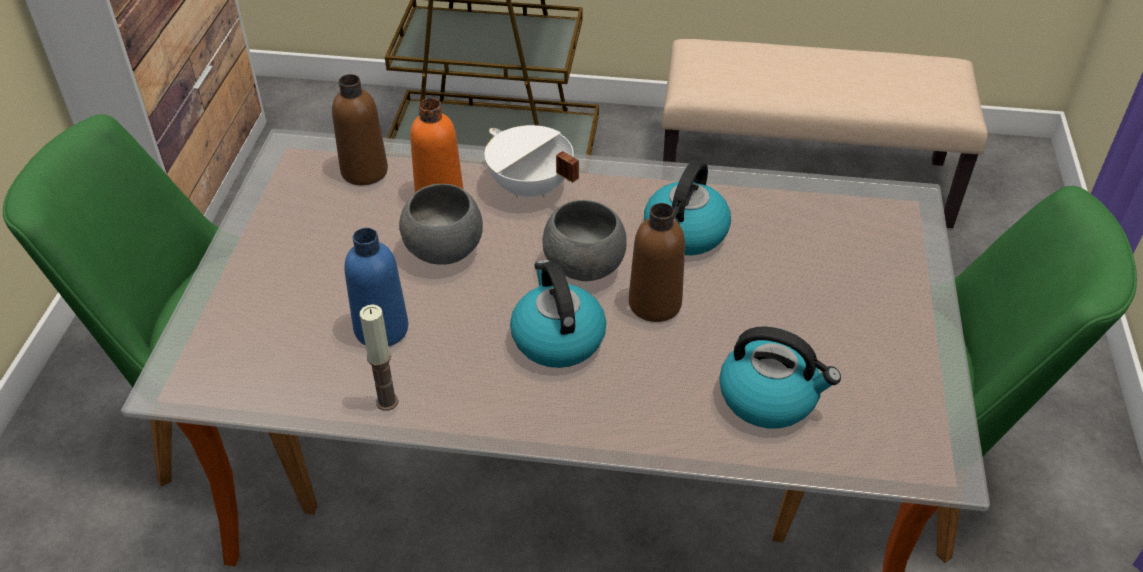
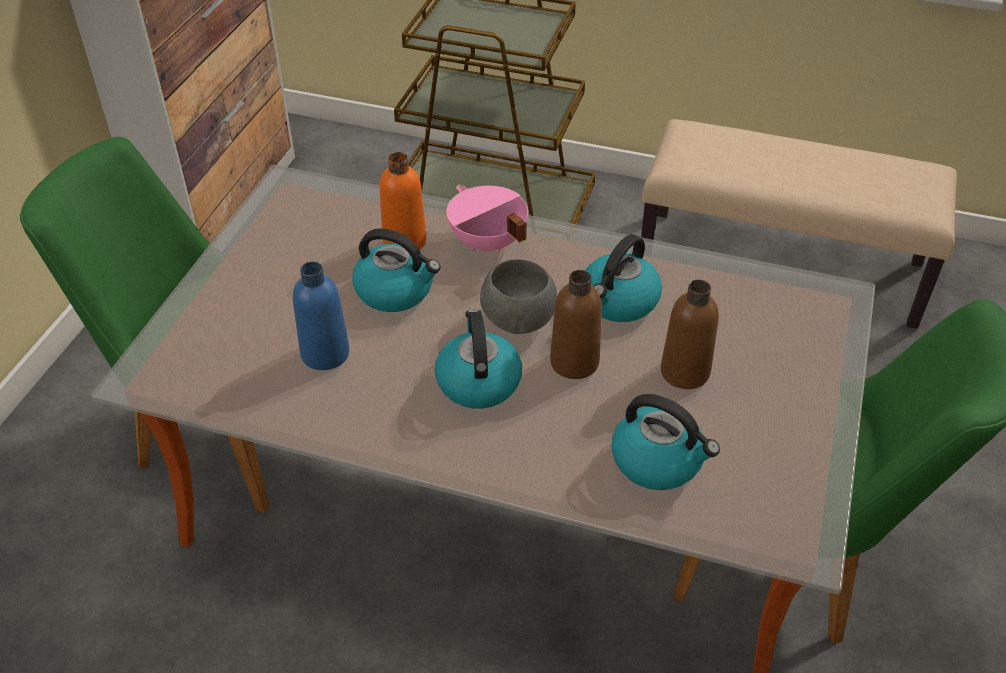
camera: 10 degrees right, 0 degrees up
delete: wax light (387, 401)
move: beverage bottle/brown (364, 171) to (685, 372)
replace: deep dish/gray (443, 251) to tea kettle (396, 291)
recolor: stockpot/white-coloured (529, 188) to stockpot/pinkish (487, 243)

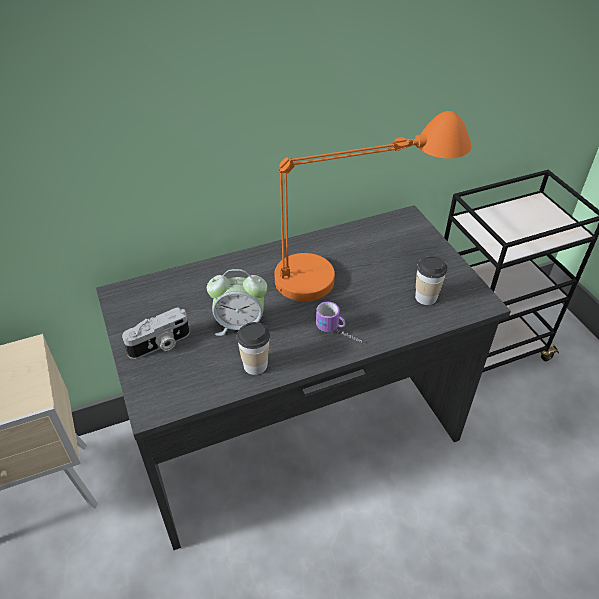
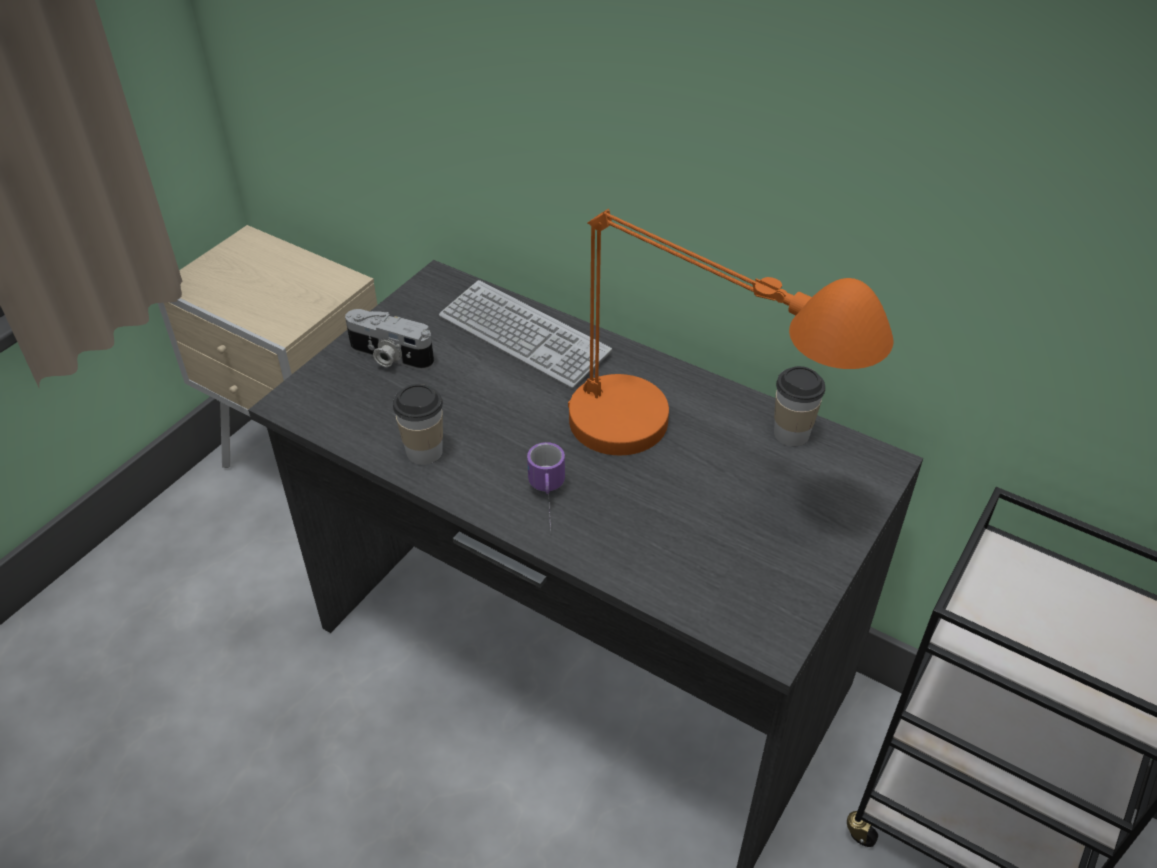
camera: 55 degrees right, 0 degrees up
delete: alarm clock (240, 325)
insert: keyboard (523, 336)
move: drinking cup (426, 297) to (791, 433)

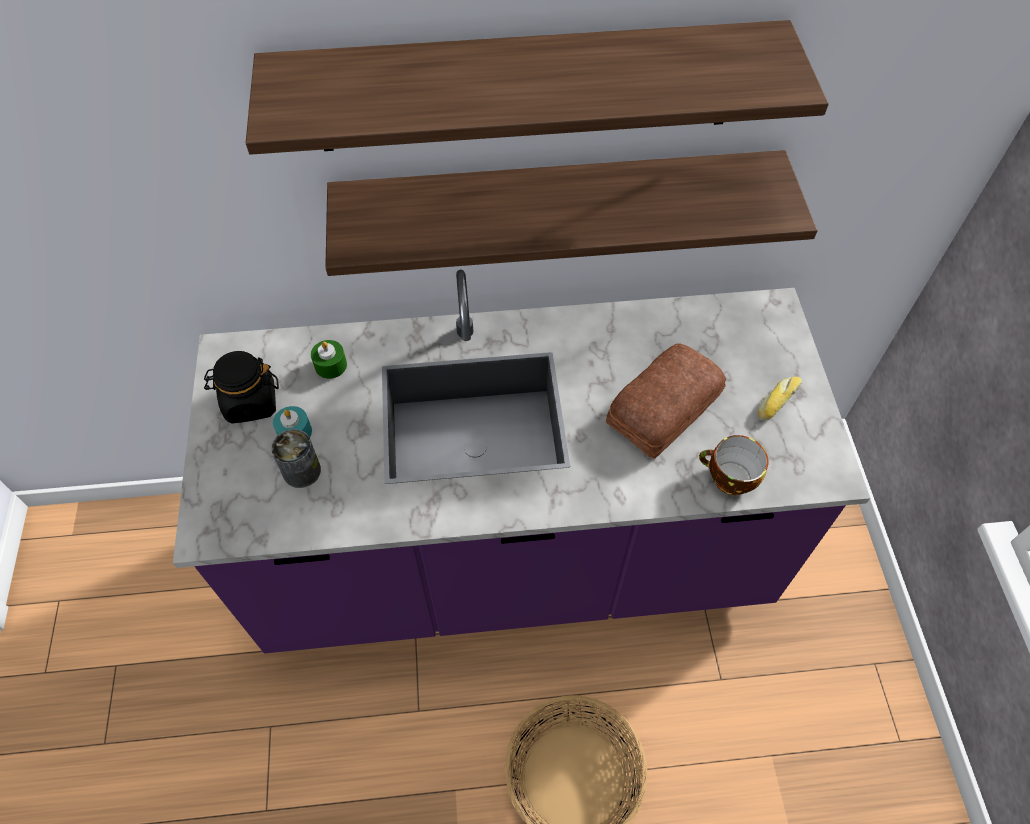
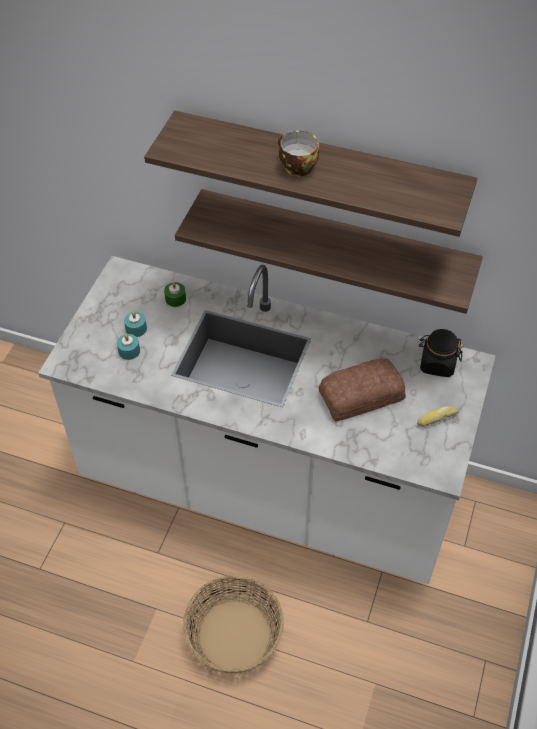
camera: 25 degrees right, 5 degrees down
move: jar/blackish (250, 402) to (437, 364); drinking cup (728, 479) to (295, 167)
replace: metal can (302, 471) to wax light/blue-green (129, 351)
recolor: counter/purplish (515, 557) to counter/white-coloured (268, 485)

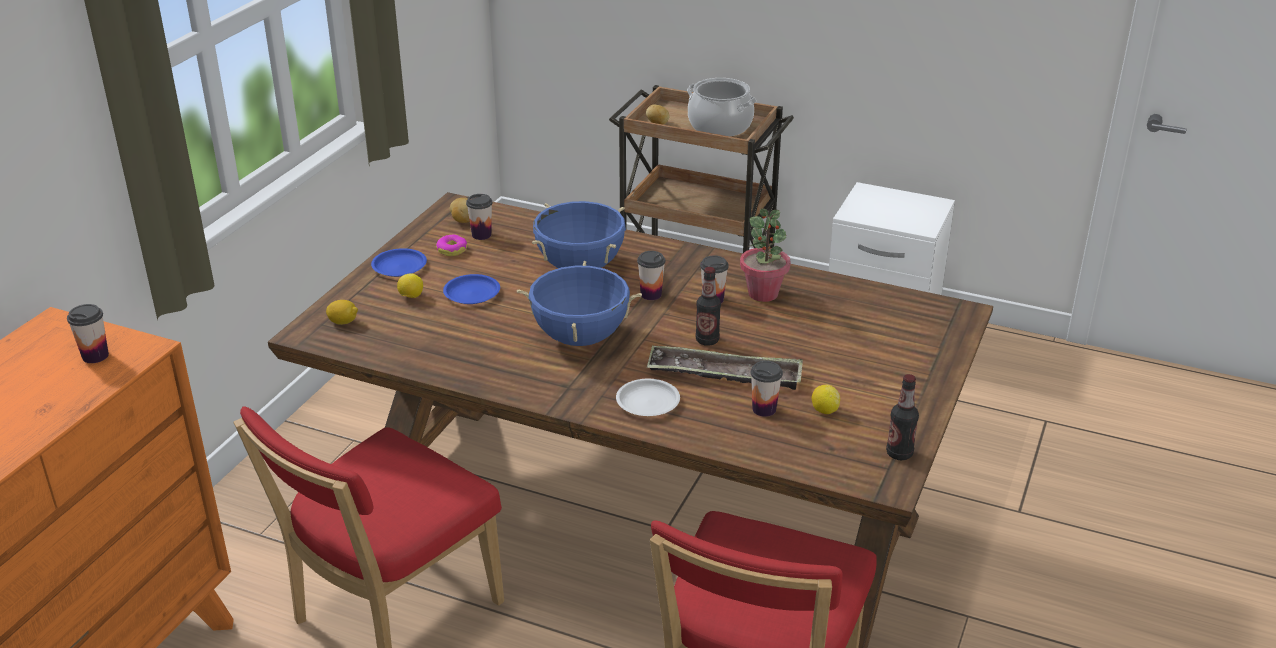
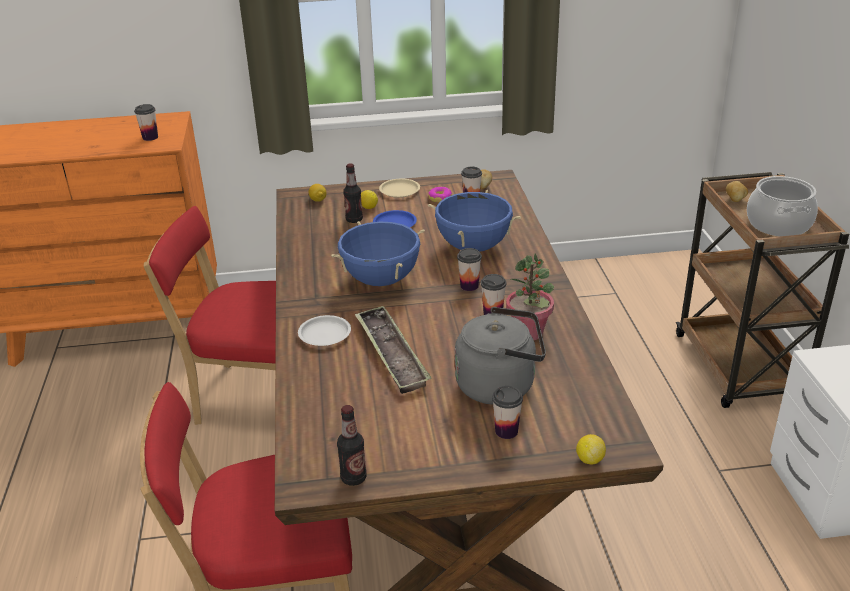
camera: 60 degrees right, 0 degrees up
insert: tea kettle/gray (500, 385)
move: beverage bottle (707, 340) to (354, 220); drinking cup (764, 409) to (506, 431); whole lemon (824, 410) to (589, 459)
recolor: plate/blue (399, 266) to plate/beige-coloured (400, 191)

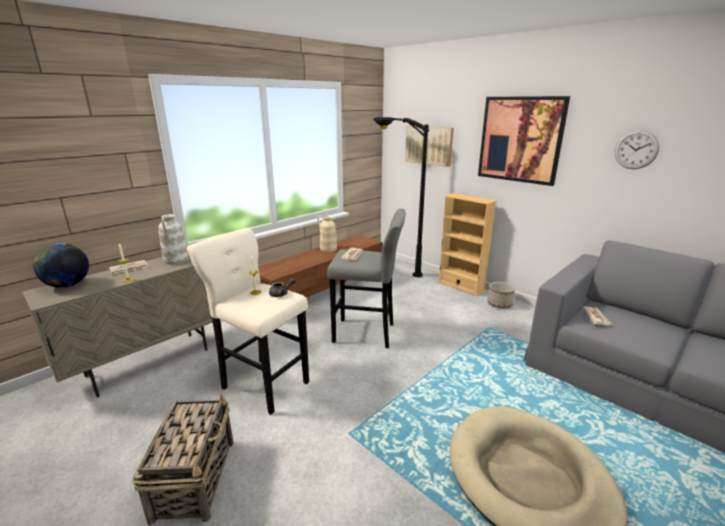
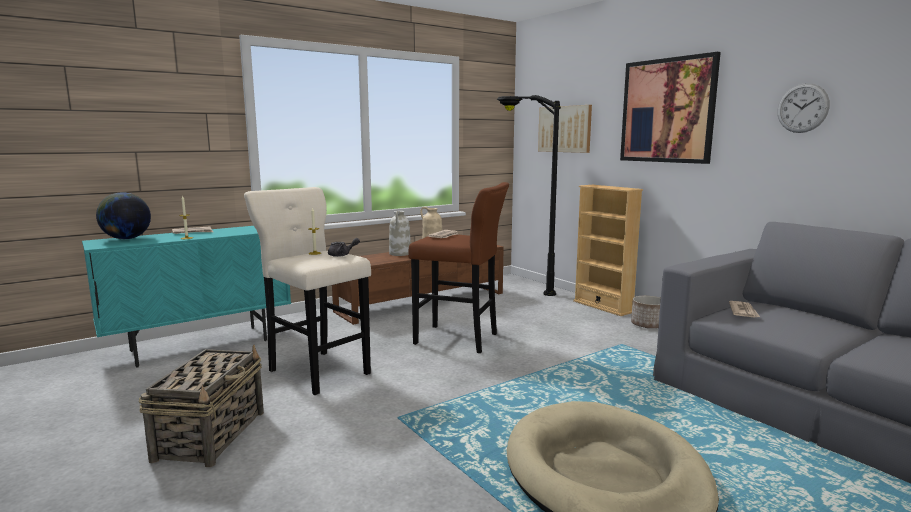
camera: 10 degrees right, 10 degrees down
move: flower vase/white-coloured (176, 260) to (400, 254)
recolor: sitting stool/gray (367, 333) to sitting stool/brown (460, 339); cabinet/beige-coloured (150, 362) to cabinet/blue-green (201, 345)

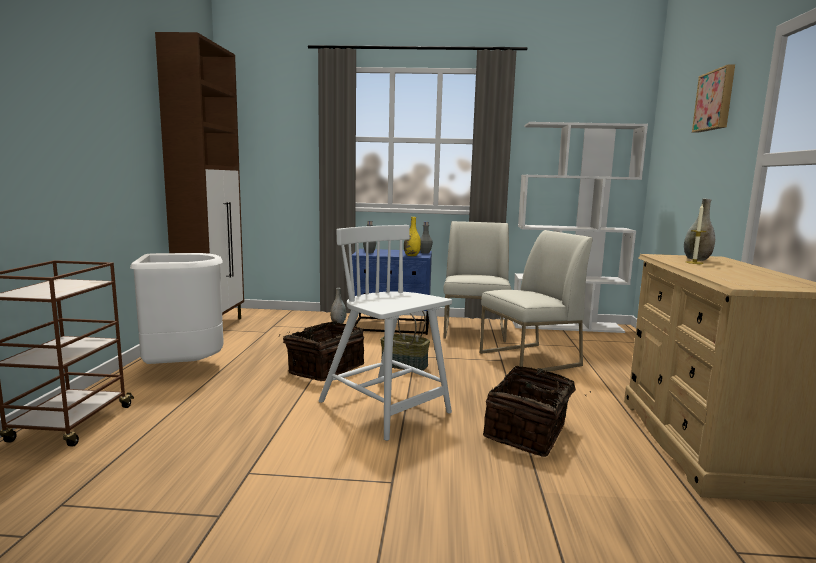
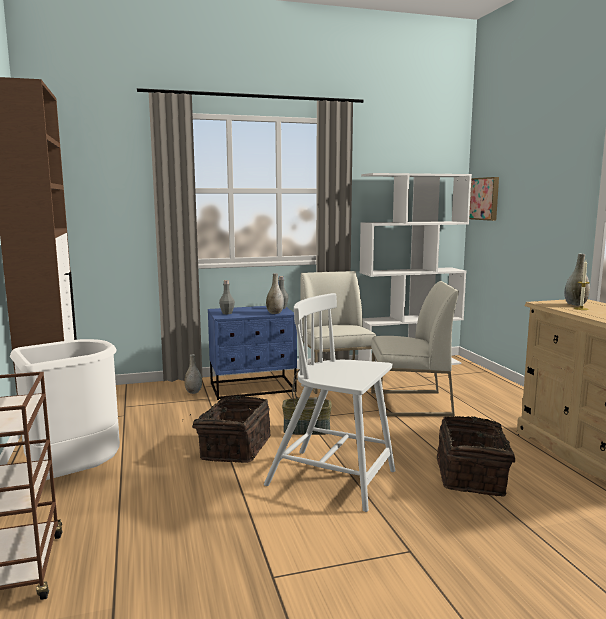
camera: 20 degrees left, 0 degrees up
move: wall art (715, 100) to (485, 198)
recolor: flower vase/yellowish (411, 255) to flower vase/gray (275, 313)
rotate: plain chair/white-coloured (529, 359) = (409, 404) 45 degrees clockwise

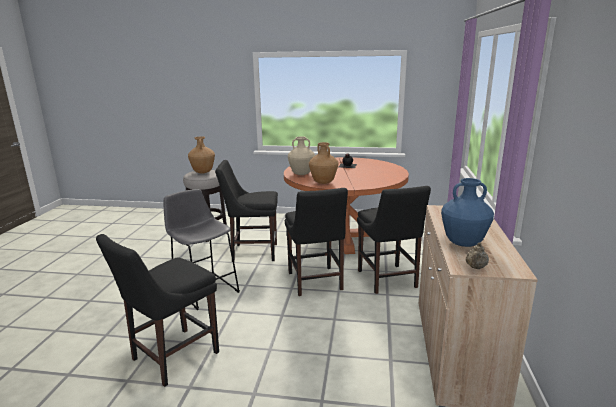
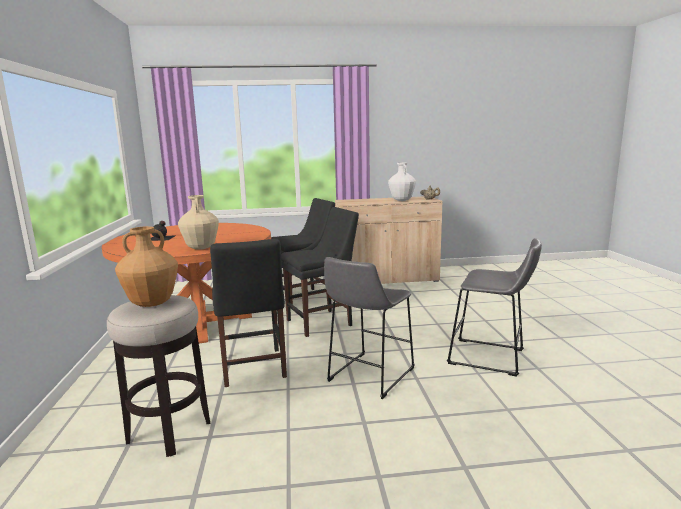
camera: 105 degrees left, 5 degrees down
delete: flower vase/brown (323, 182)
replace: plain chair/blackish (171, 357) to sitting stool/gray (491, 358)
recolor: flower vase/blue (463, 243) to flower vase/white-coloured (402, 200)

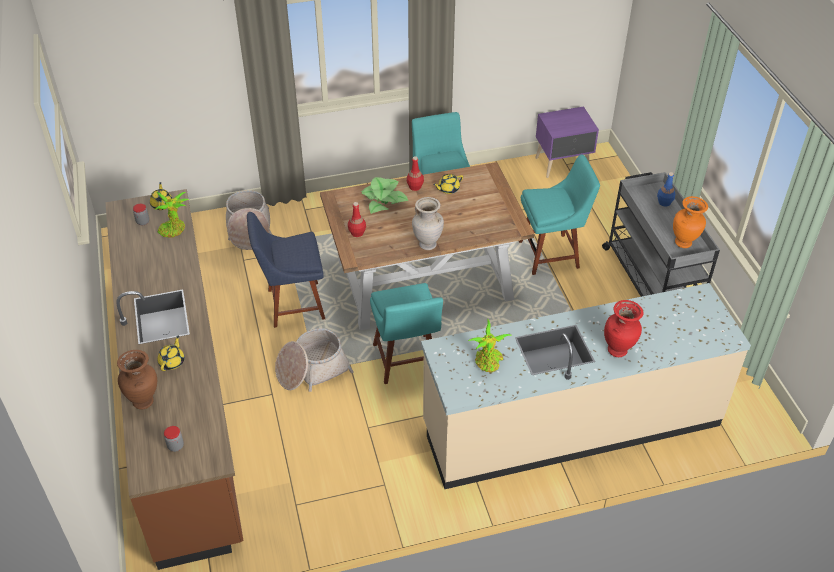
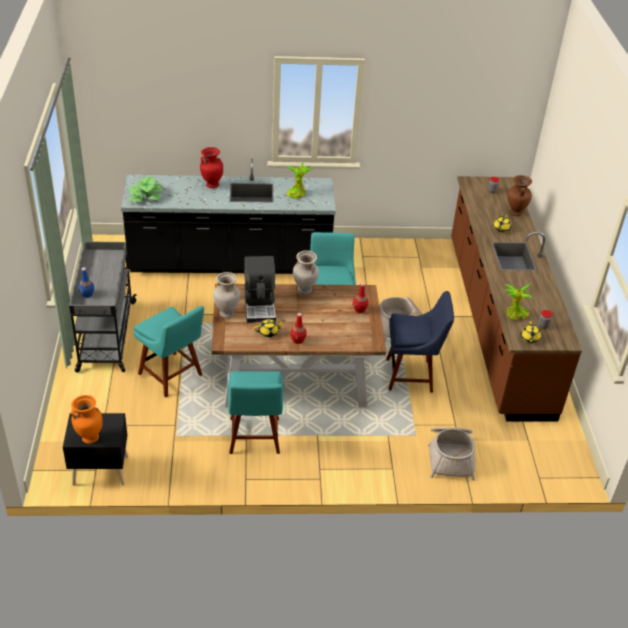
camera: 170 degrees left, 5 degrees down
insert: coffee machine (260, 305); flower vase/beige-coloured (227, 313)
move: plant in a pot (383, 199) to (145, 196); flower vase/orange (684, 243) to (90, 437)
recolor: night table/purplish (563, 164) to night table/blackish (99, 469); counter/beige-coloured (571, 424) to counter/blackish (230, 263)
rotate: plain chair/blue-green (552, 254) = (172, 376) 135 degrees counterclockwise

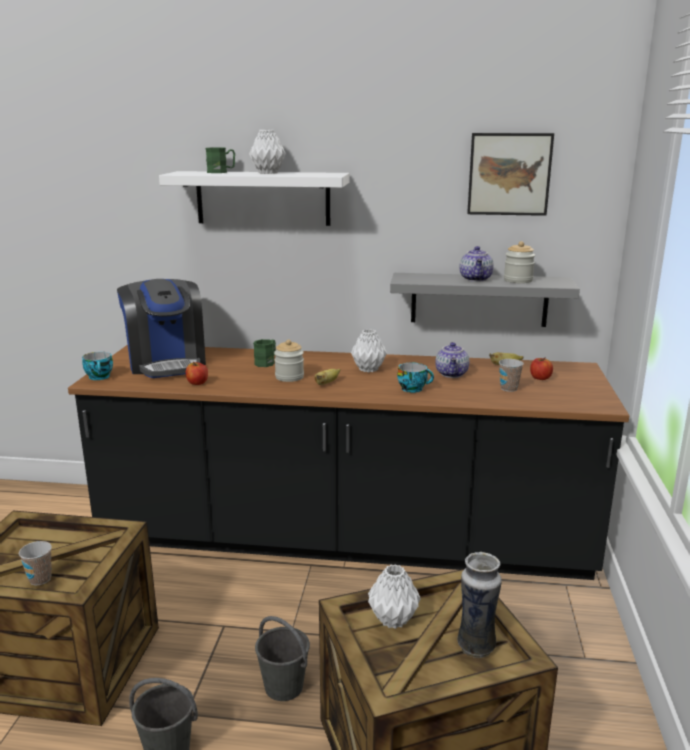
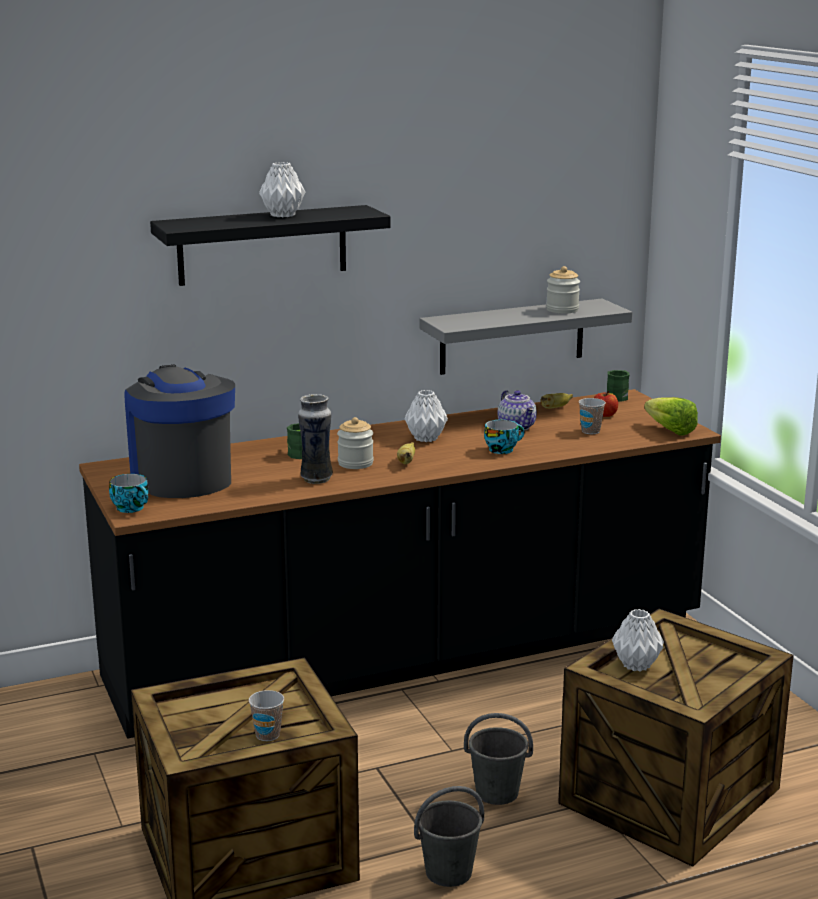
camera: 30 degrees left, 0 degrees up
delete: wall art (509, 174); teapot (476, 279); apple fruit (197, 383)
insert: lettuce (667, 429)
move: tea mug/greenish (221, 172) to (619, 396); flower vase (476, 646) to (316, 479)
recolor: bracket shelf/white-coloured (263, 198) to bracket shelf/blackish (262, 245)
rotate: coffee machine (166, 363) = (182, 476) 150 degrees counterclockwise

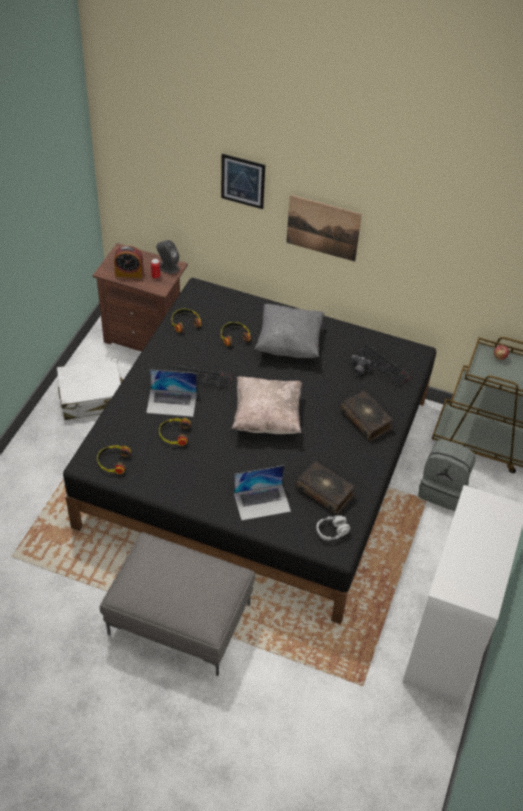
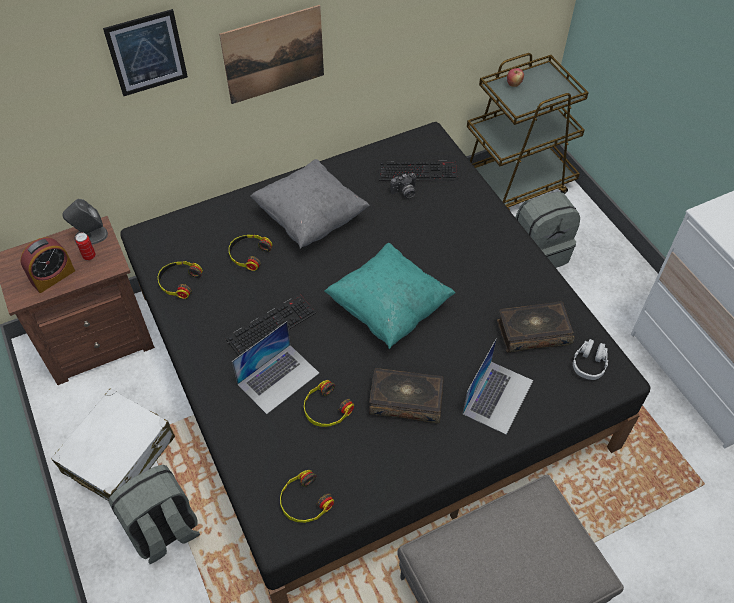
camera: 45 degrees left, 5 degrees up
insert: backpack/gray (164, 531)
move: book (366, 419) to (406, 400)
recolor: cushion/beige-coloured (267, 417) to cushion/blue-green (388, 308)

